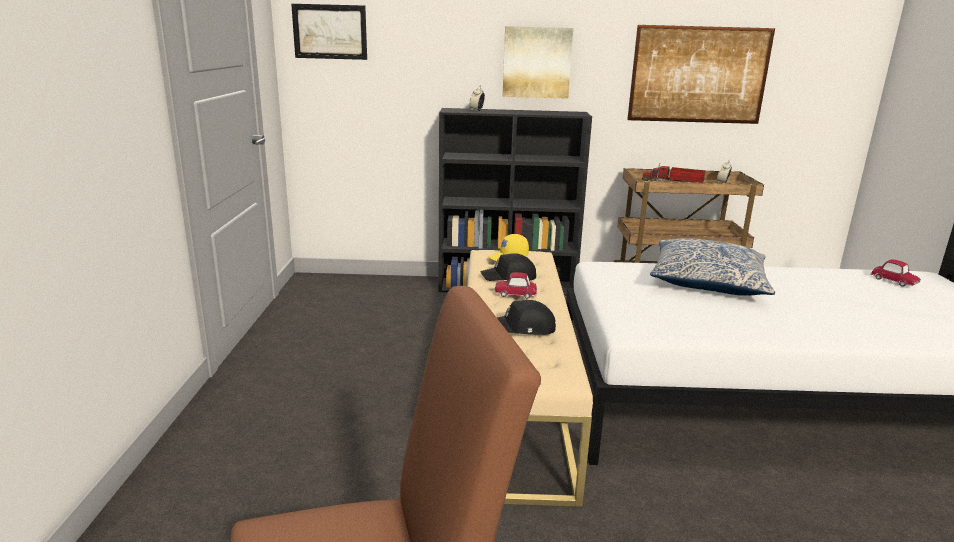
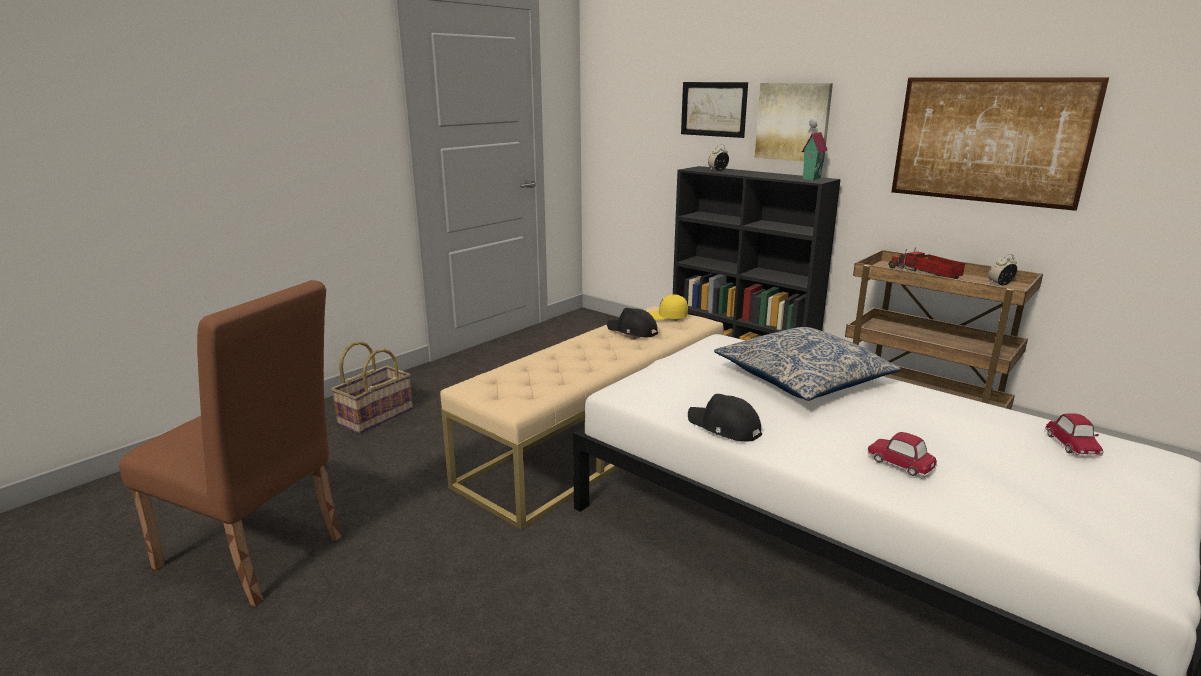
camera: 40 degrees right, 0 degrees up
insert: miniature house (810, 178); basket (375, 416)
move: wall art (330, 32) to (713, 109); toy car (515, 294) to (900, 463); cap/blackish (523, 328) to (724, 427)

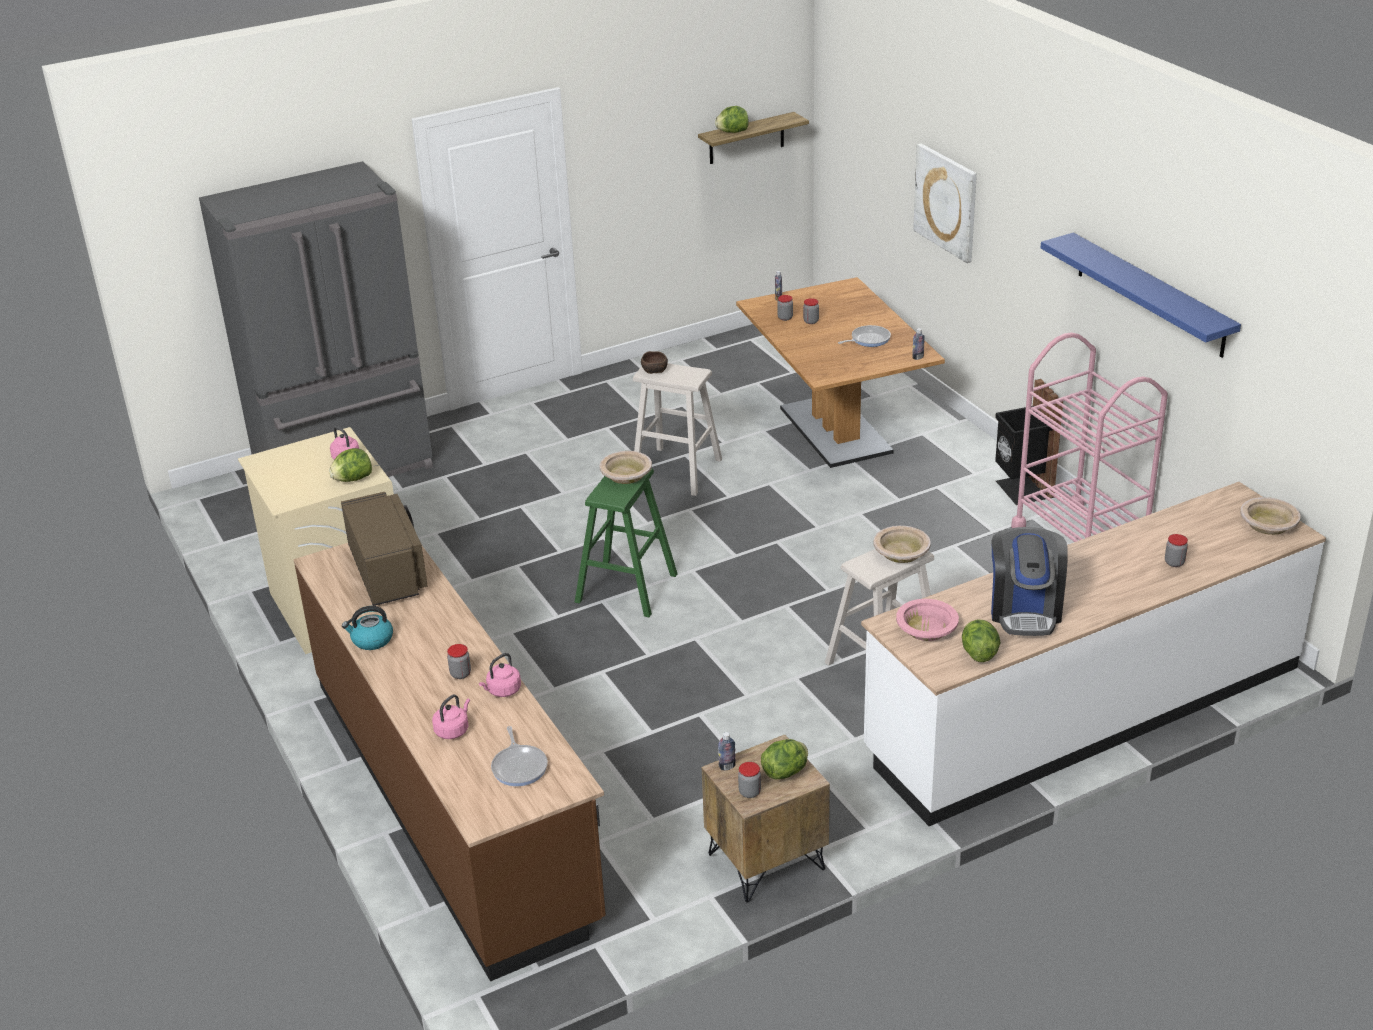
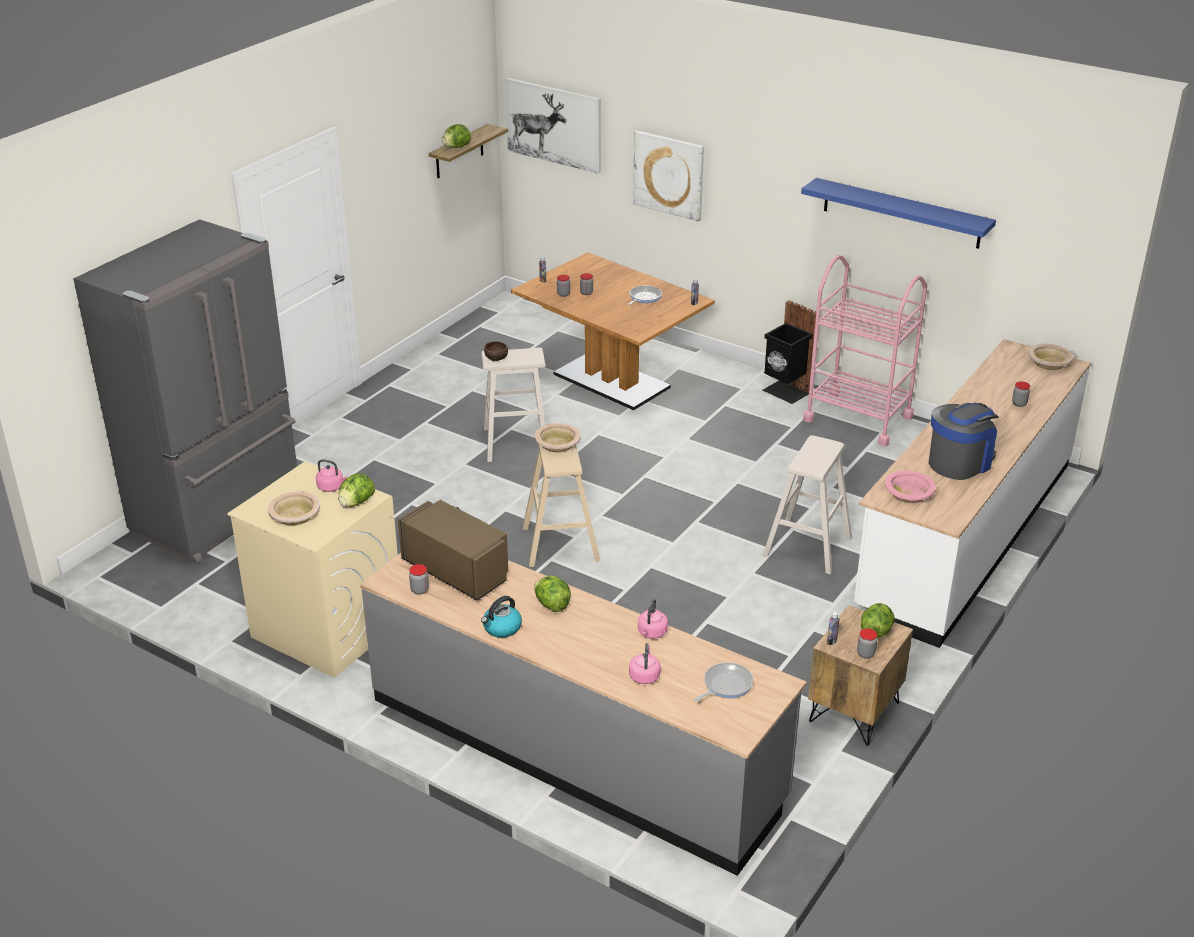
camera: 30 degrees left, 0 degrees up
insert: wall art (553, 125)
move: deep dish/beige-coloured (901, 552) to (295, 515); lettuce (978, 653) to (551, 605); jar (460, 674) to (419, 590)
recolor: sitting stool/greenish (626, 588) to sitting stool/beige-coloured (560, 543); counter/brown (453, 797) to counter/gray (575, 749)
rotate: coffee machine (1025, 610) = (959, 462) 105 degrees counterclockwise; skillet (519, 766) = (725, 685) 90 degrees counterclockwise

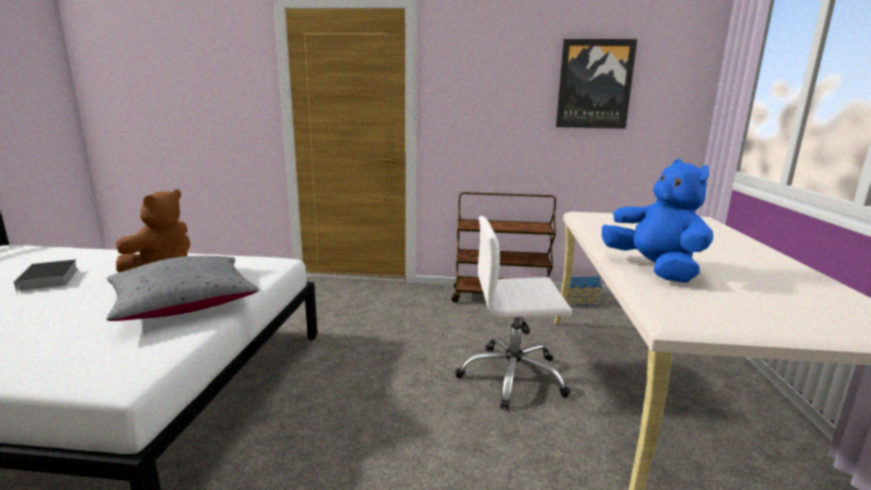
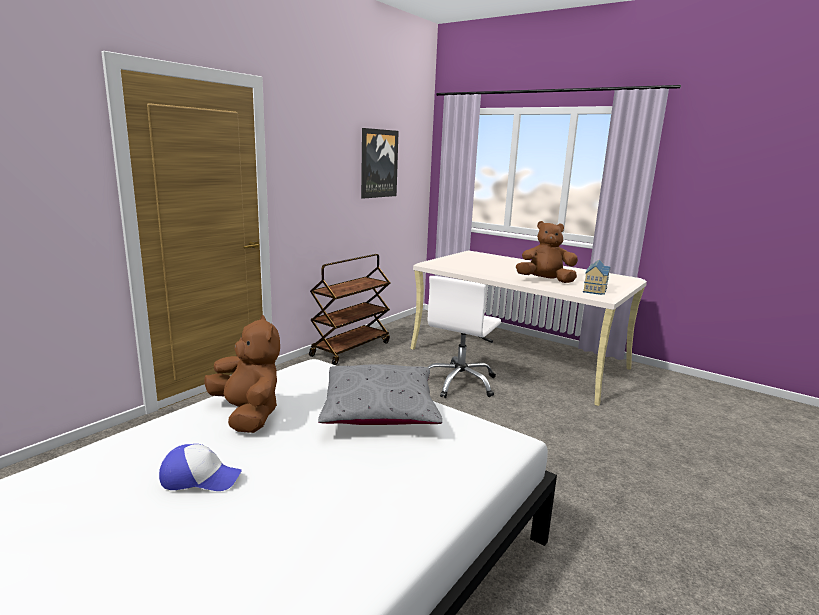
camera: 60 degrees left, 0 degrees up
move: miniature house (581, 302) to (596, 289)
replace: book (49, 279) to cap (200, 478)
recolor: soft toy/blue (654, 269) to soft toy/brown (545, 281)

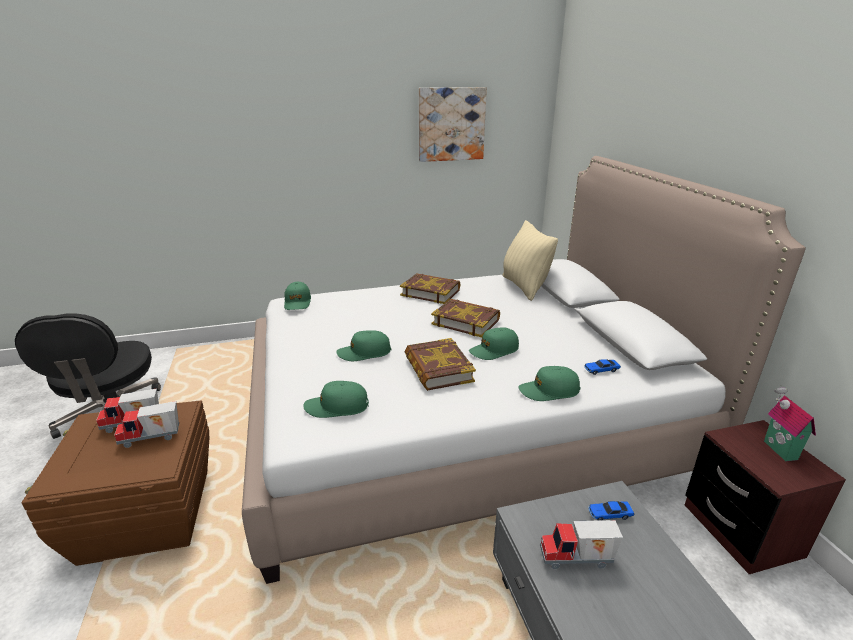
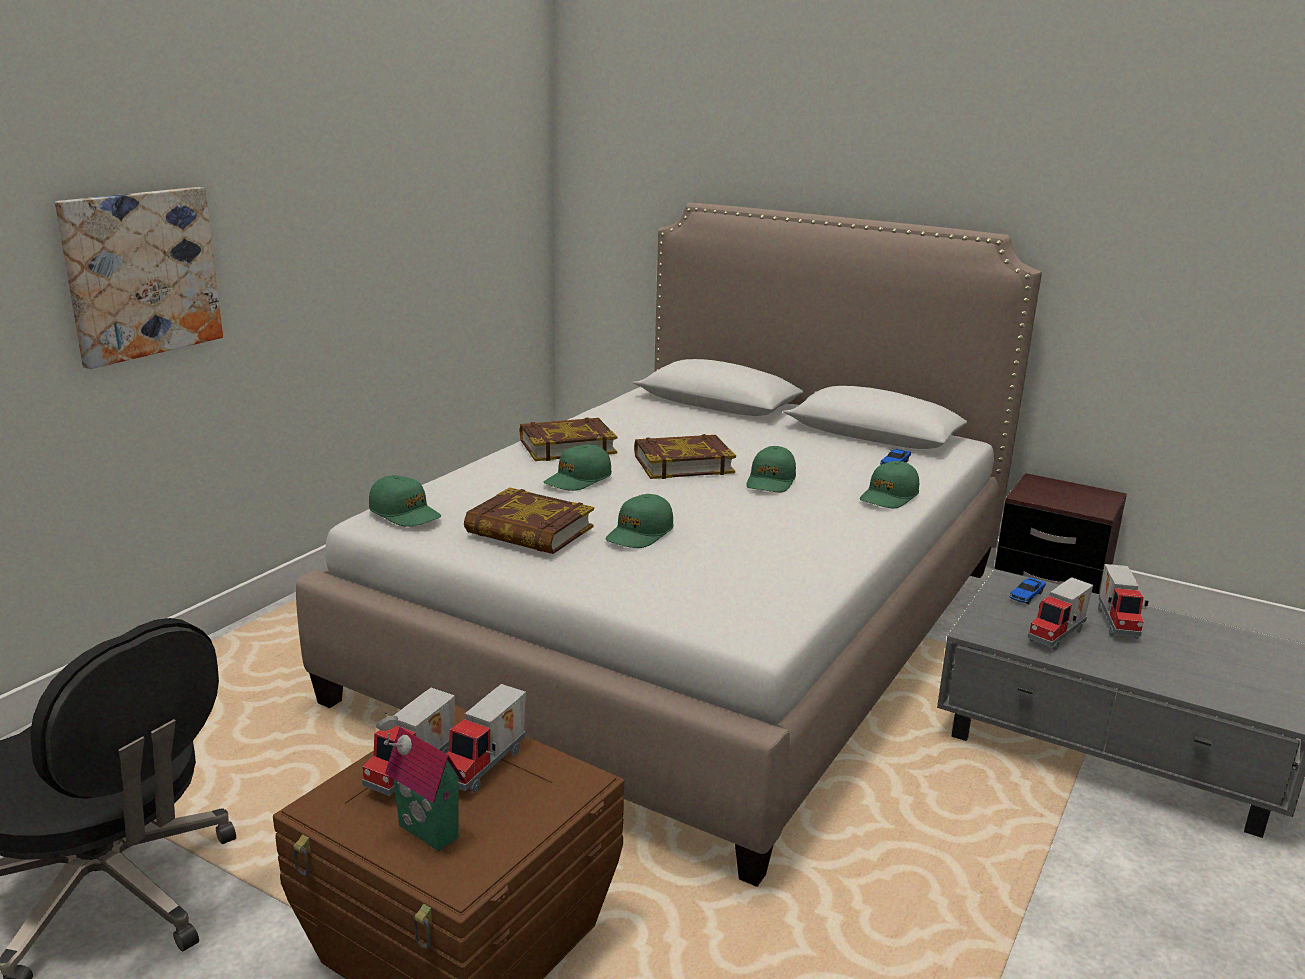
camera: 45 degrees left, 5 degrees down
delete: cushion/beige-coloured (524, 287)
insert: toy truck (1118, 623)
move: wall art (451, 124) to (141, 274); book (438, 369) to (529, 530); cap/greenish (337, 407) to (578, 479); miniature house (778, 450) to (424, 833)

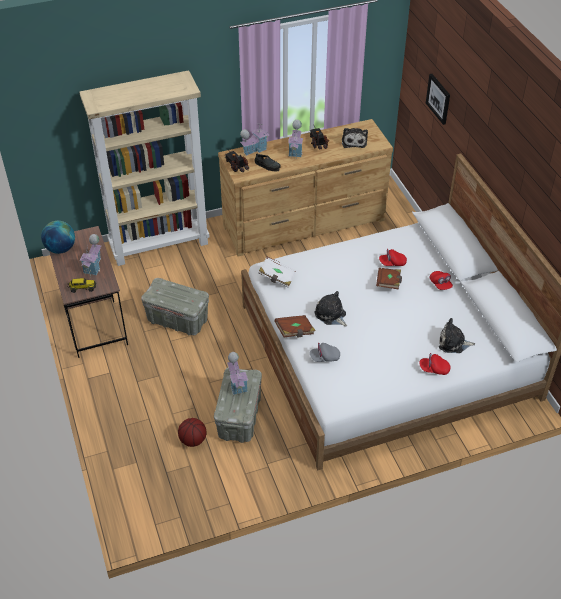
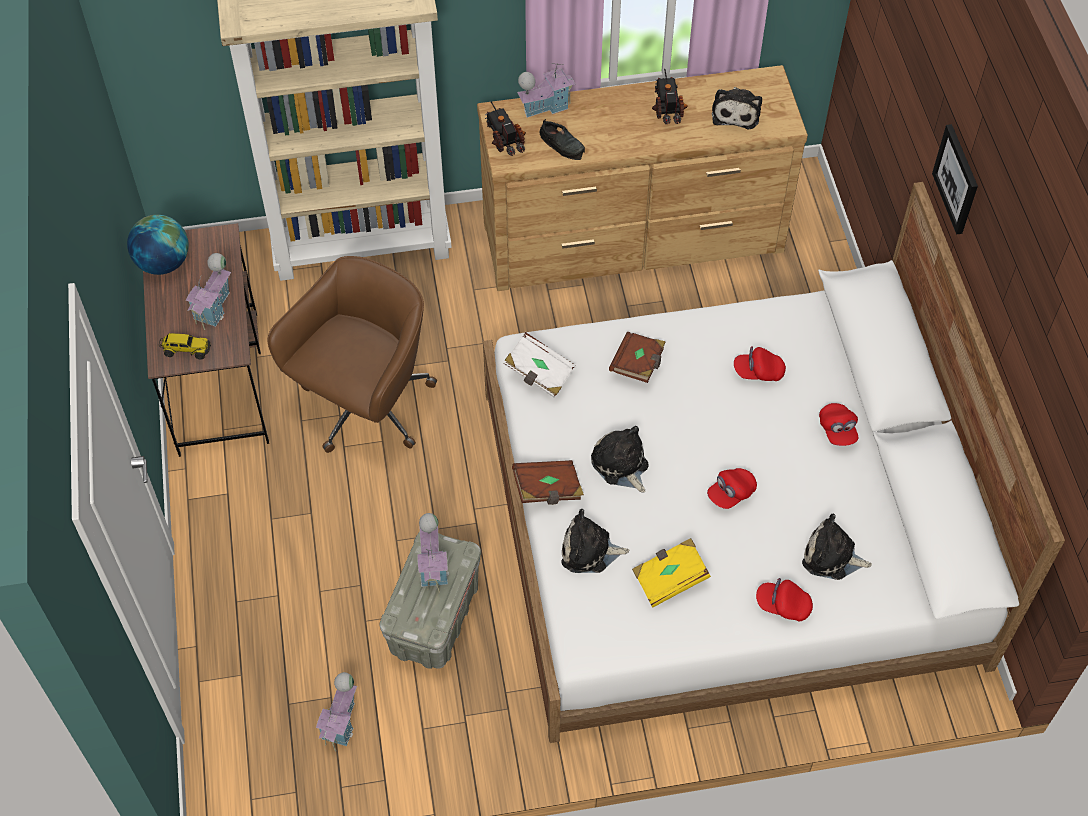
camera: 10 degrees right, 10 degrees up
delete: basketball (193, 440)
insert: cap/red-coloured (731, 493); book/yellowish (669, 578)
move: wall art (438, 98) to (957, 179); miniature house (296, 150) to (341, 723); book/brown (388, 283) to (638, 364)
replace: storage box/gray (178, 320) to computer chair/brown (365, 406); cap/gray (324, 357) to soft toy (589, 551)

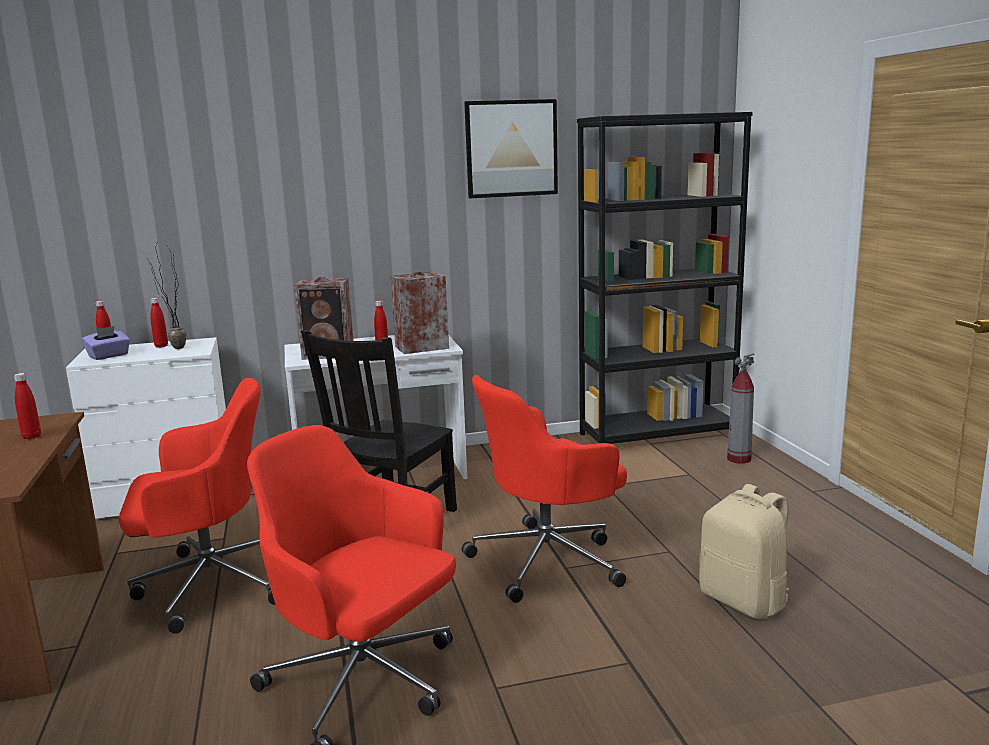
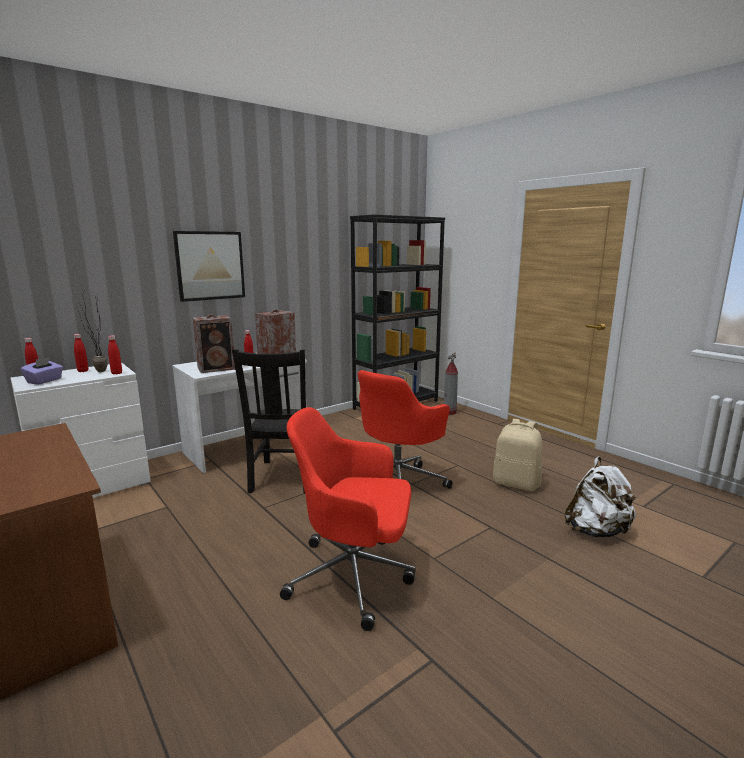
camera: 25 degrees left, 0 degrees up
delete: computer chair/red-coloured (209, 585)
insert: backpack/white-coloured (596, 531)
move: wall art (511, 148) to (210, 265); beverage bottle/red-coloured (32, 437) to (116, 373)

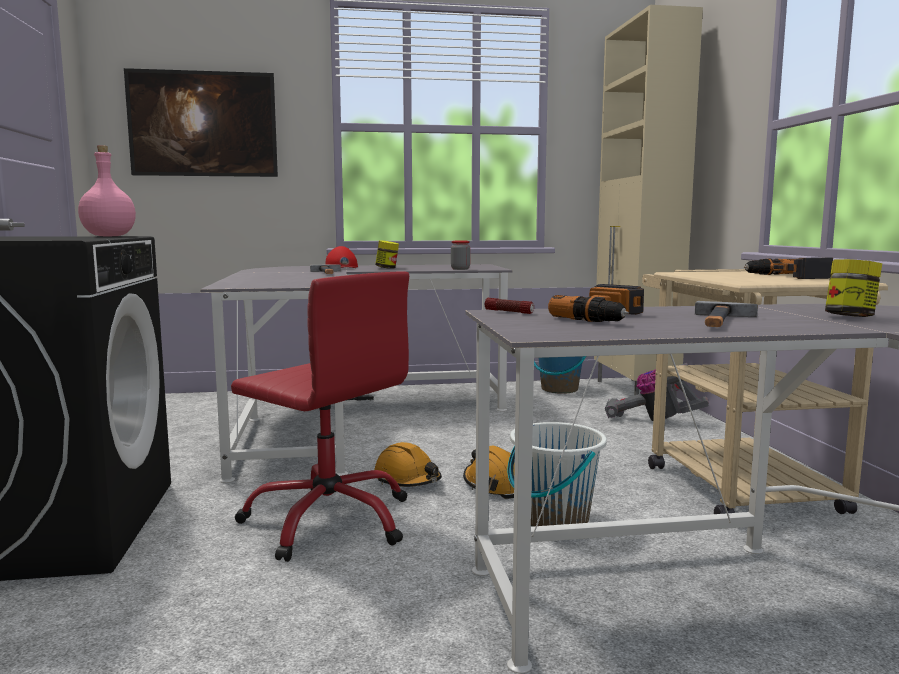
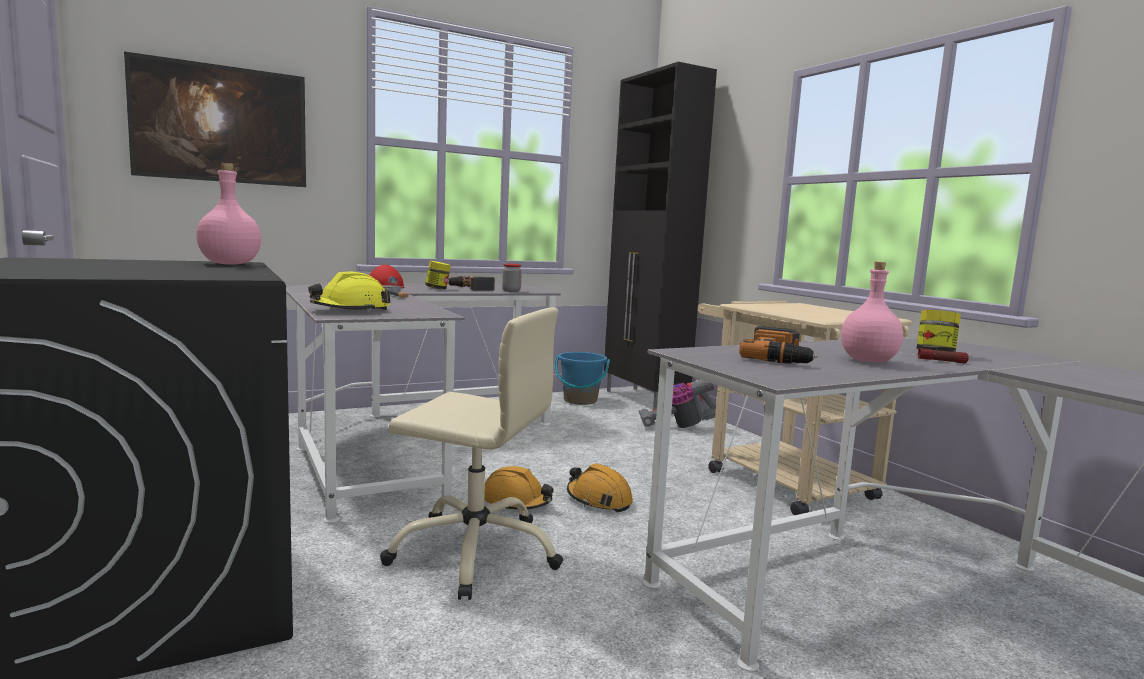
camera: 20 degrees left, 0 degrees up
delete: pail/white-coloured (554, 519)
insert: safety helmet/yellowish (351, 310)
move: drill (786, 276) to (471, 288); flashlight (509, 312) to (942, 361)
replace: hammer (721, 321) to beverage bottle/pinkish (868, 360)
recolor: cabinet/beige-coloured (634, 392) to cabinet/blackish (644, 400); computer chair/red-coloured (329, 520) to computer chair/beige-coloured (475, 552)

